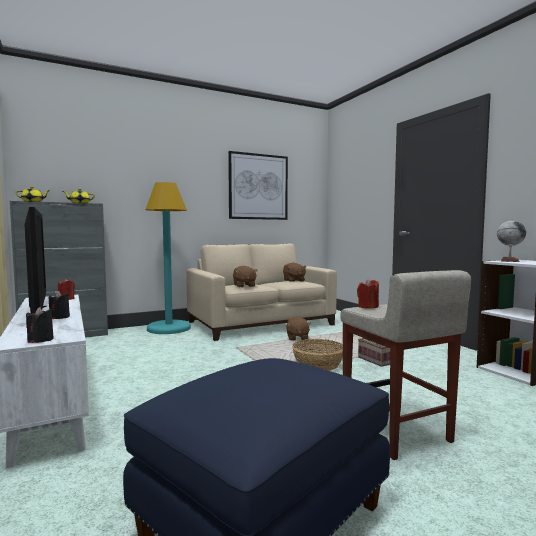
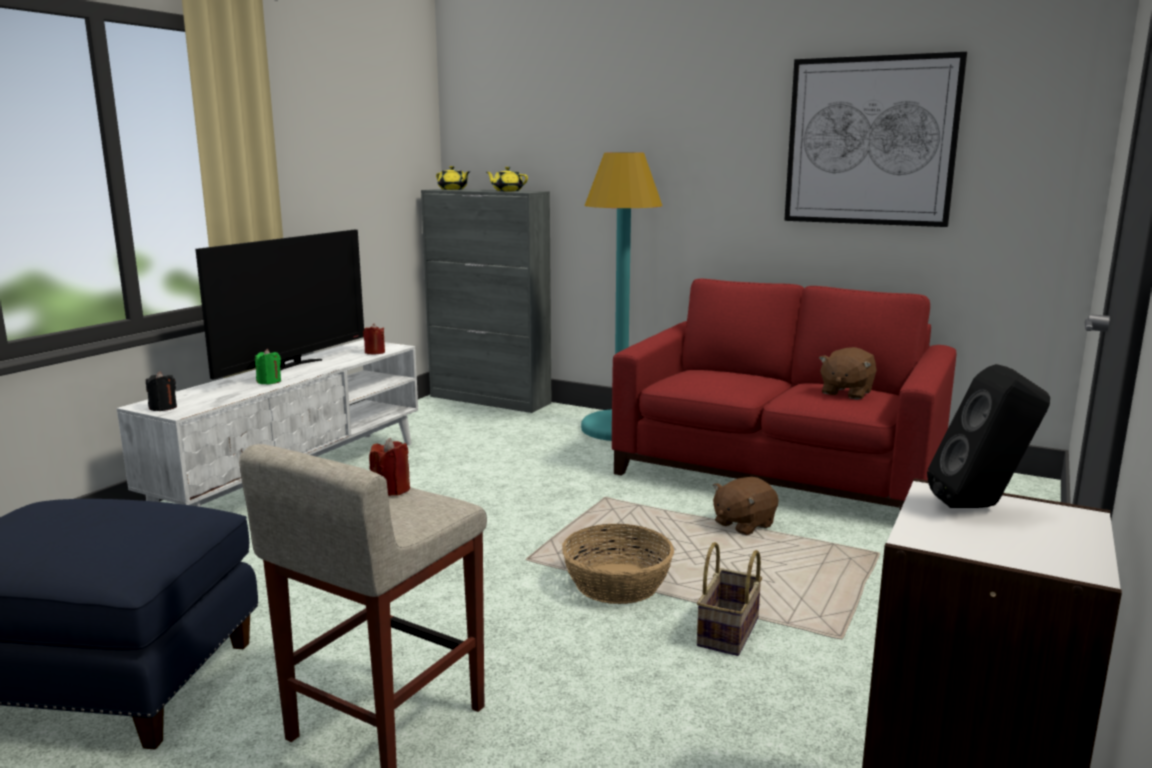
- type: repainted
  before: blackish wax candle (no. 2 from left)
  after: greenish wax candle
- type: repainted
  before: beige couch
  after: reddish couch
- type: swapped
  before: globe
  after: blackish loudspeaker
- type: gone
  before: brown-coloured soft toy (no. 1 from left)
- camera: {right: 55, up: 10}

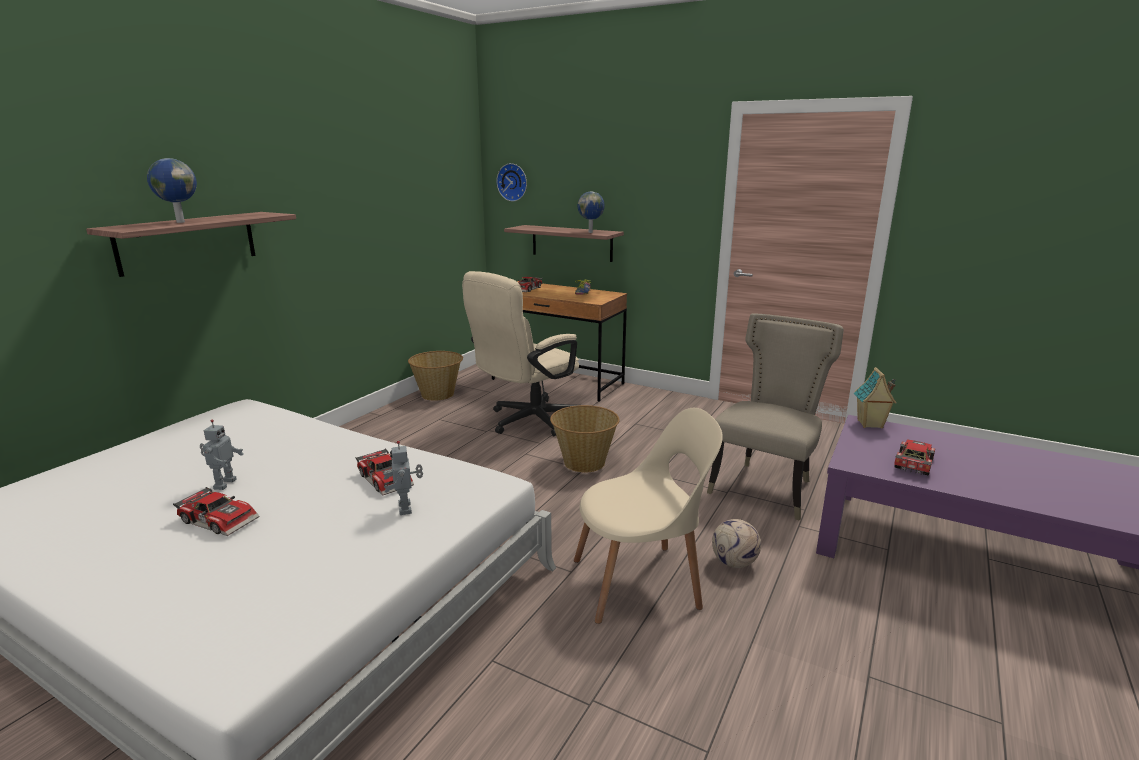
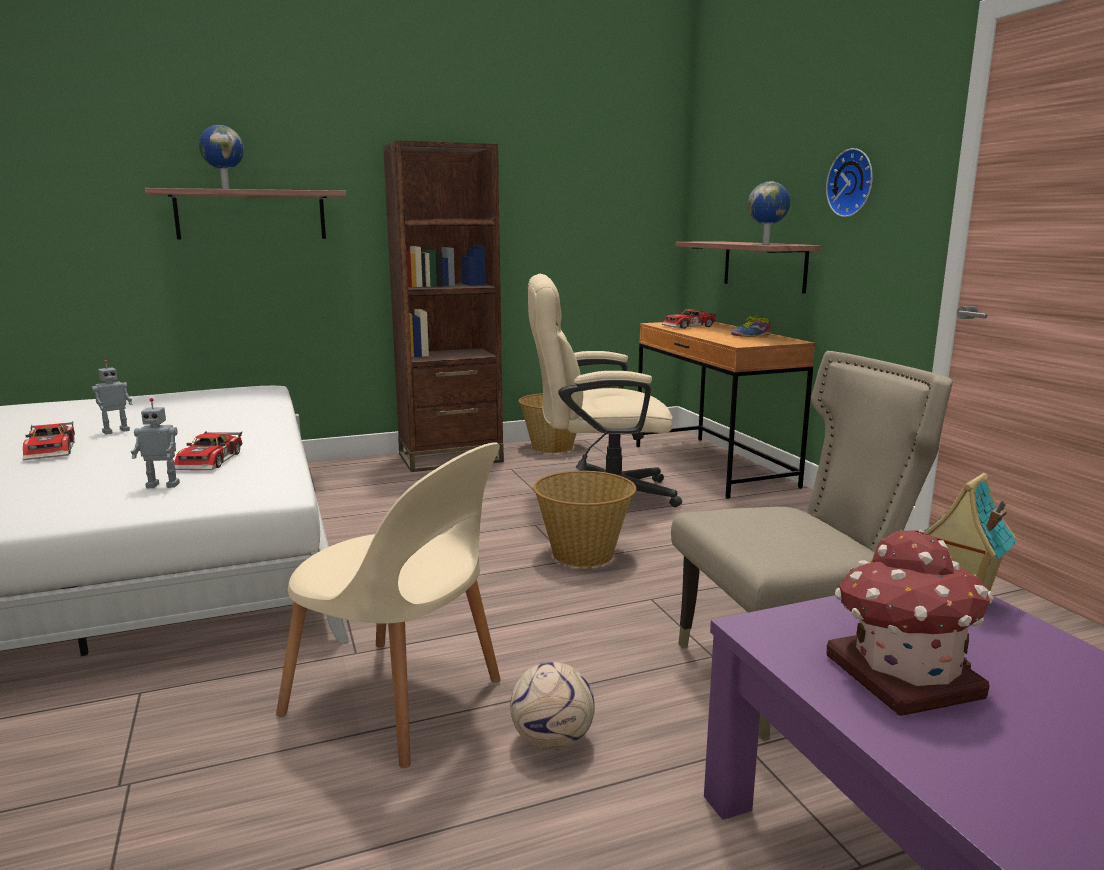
- type: rotated
  before: toy robot (no. 2 from left)
  turn: -120
- type: new
  after: brown-coloured bookcase
- type: shifted
  before: wall clock
- type: swapped
  before: model car (no. 4 from left)
  after: model house (no. 1 from left)
- camera: {right: 40, up: -5}

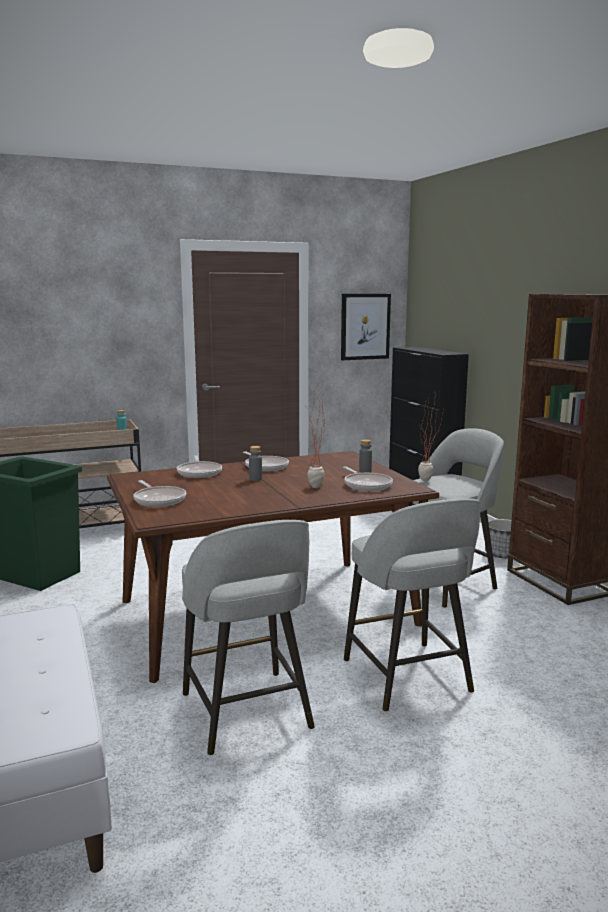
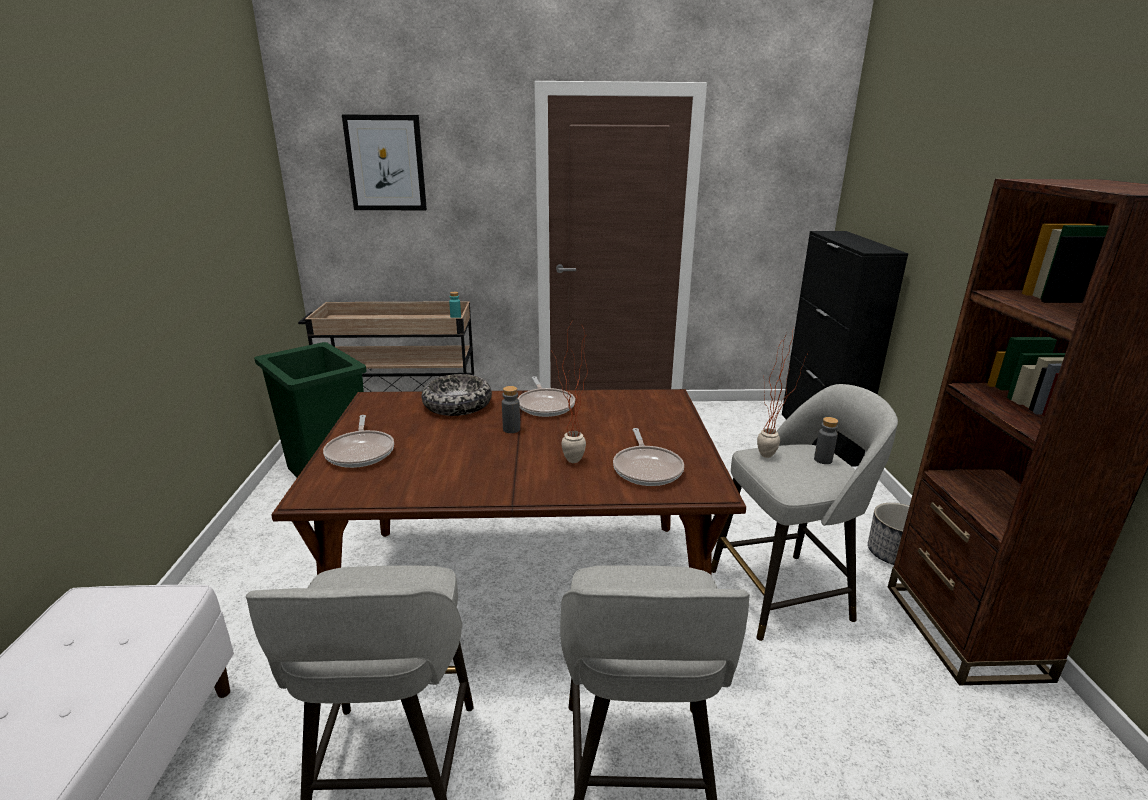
- type: shifted
  before: wall picture
- type: swapped
  before: frying pan (no. 2 from left)
  after: serving bowl
- type: shifted
  before: grey bottle (no. 2 from left)
- camera: {right: 20, up: 10}

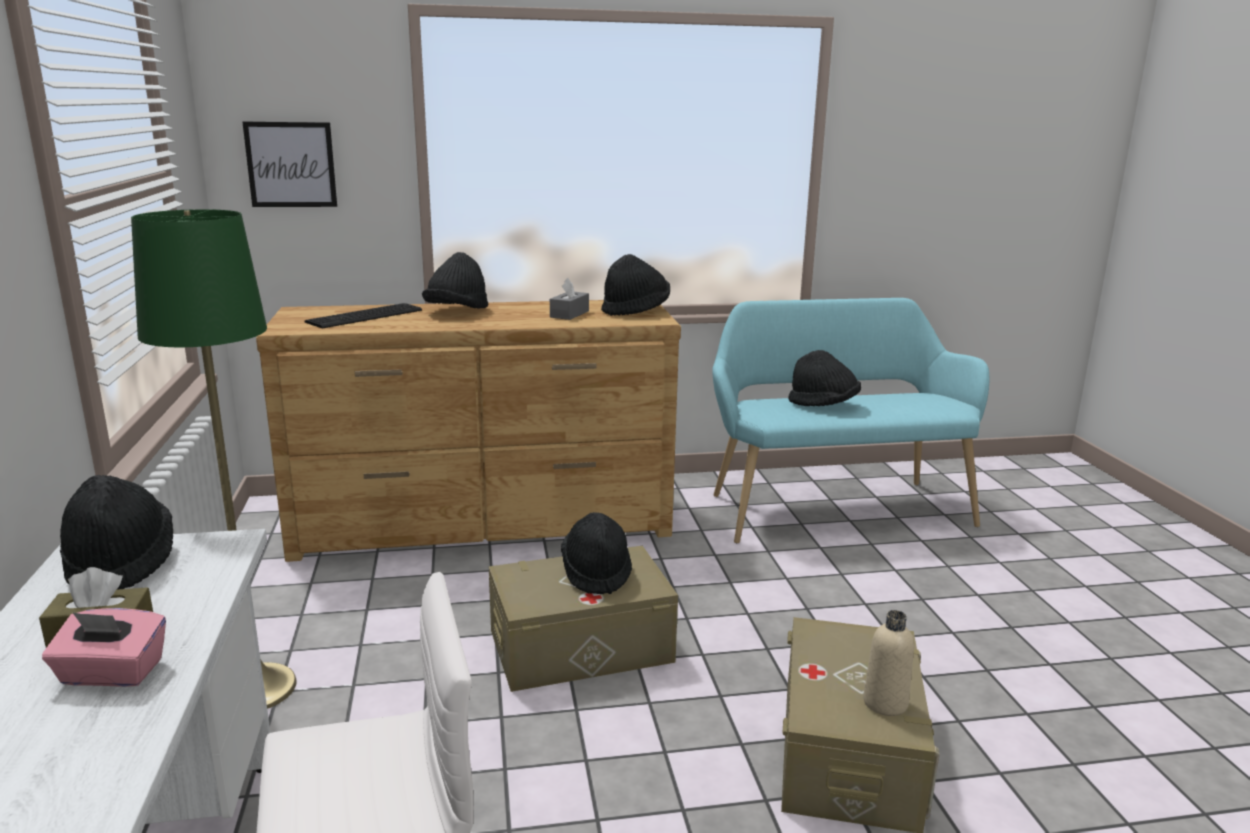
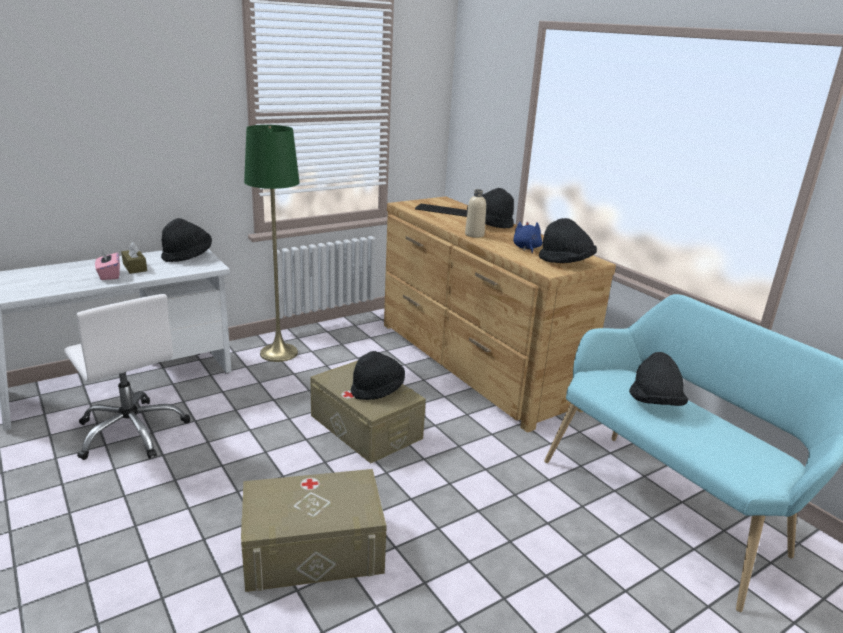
- type: shifted
  before: beige bottle
- type: swapped
  before: grey tissue box
  after: blue-coloured soft toy
- type: gone
  before: wall picture
- camera: {right: 65, up: 5}

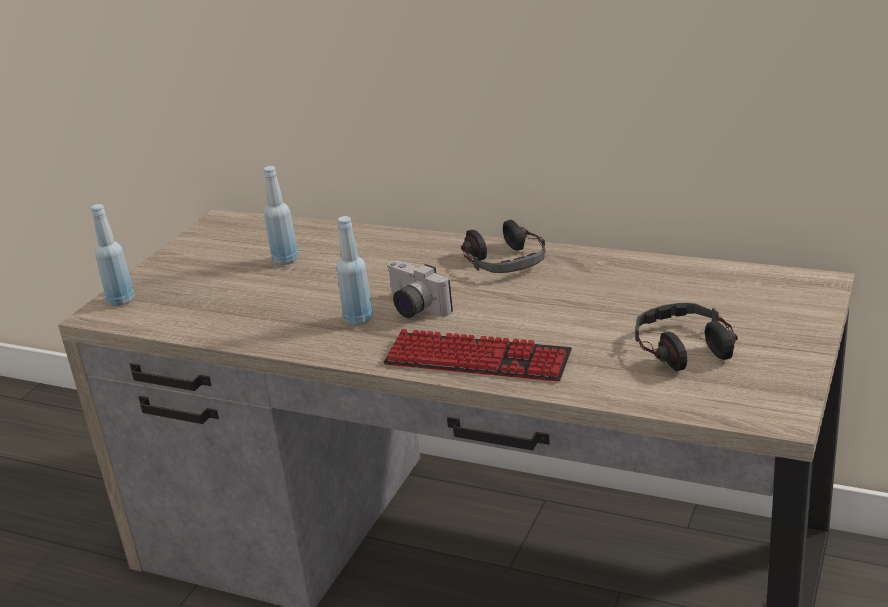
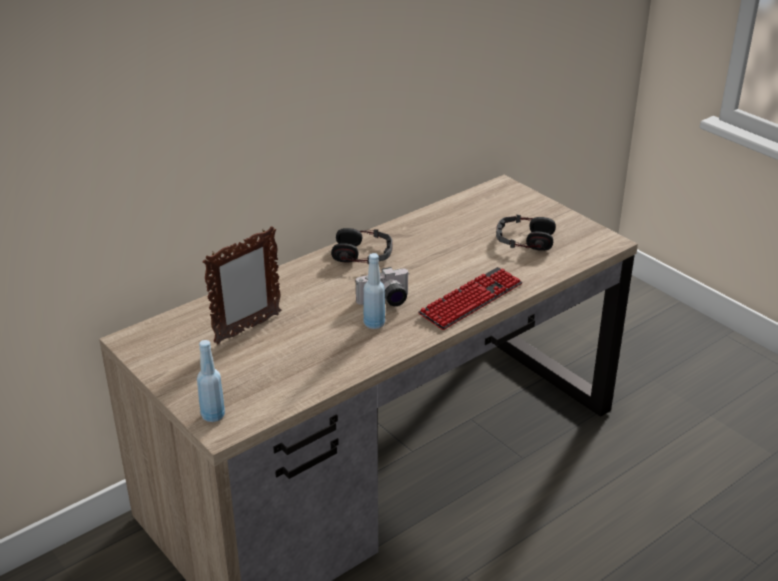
- type: swapped
  before: blue-coloured bottle (no. 2 from left)
  after: standing frame
- camera: {right: -65, up: 5}

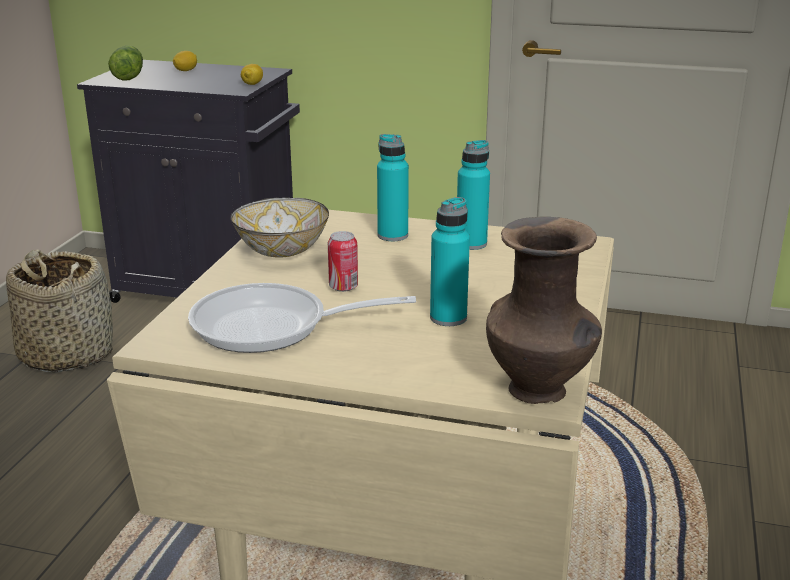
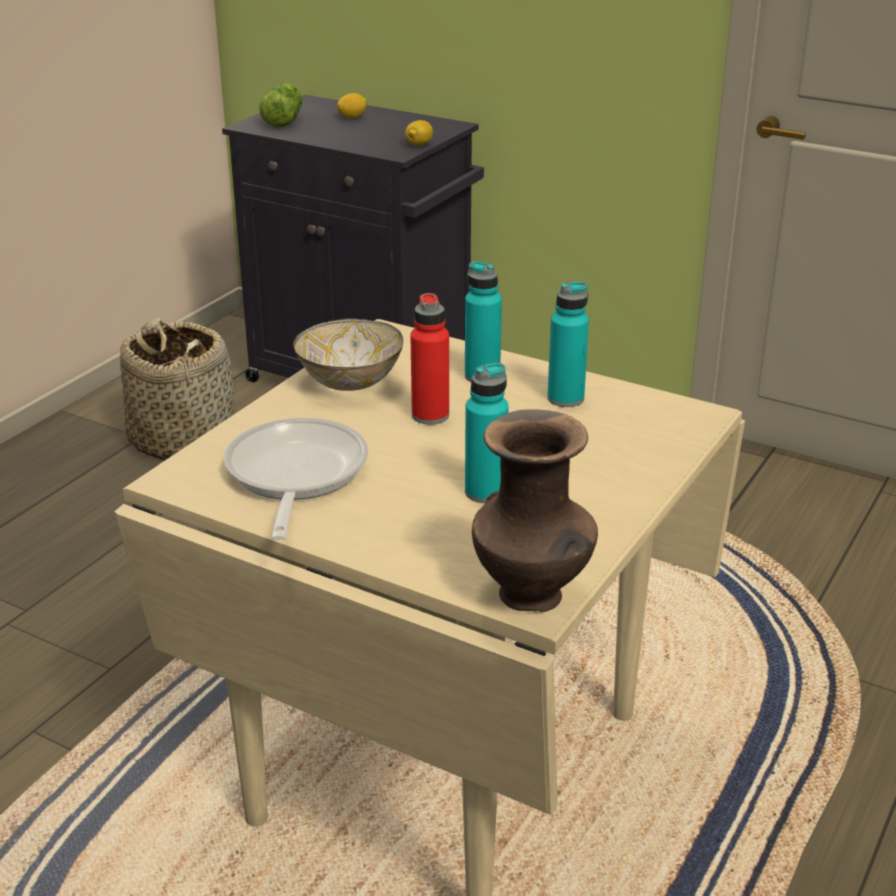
- type: rotated
  before: frying pan
  turn: 75
- type: new
  after: reddish bottle
- type: gone
  before: can
- camera: {right: 15, up: 5}

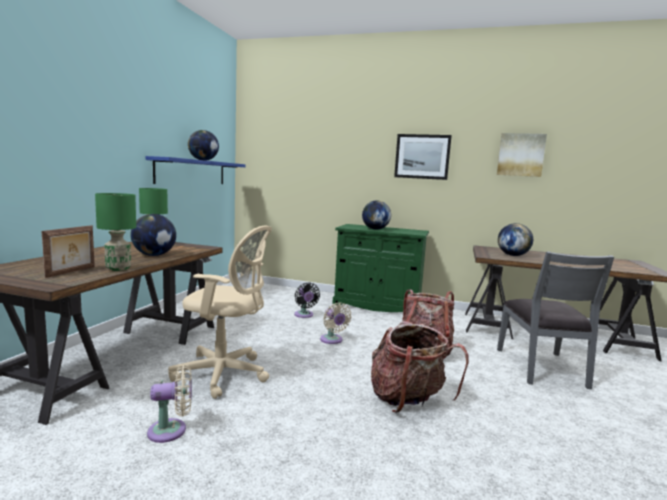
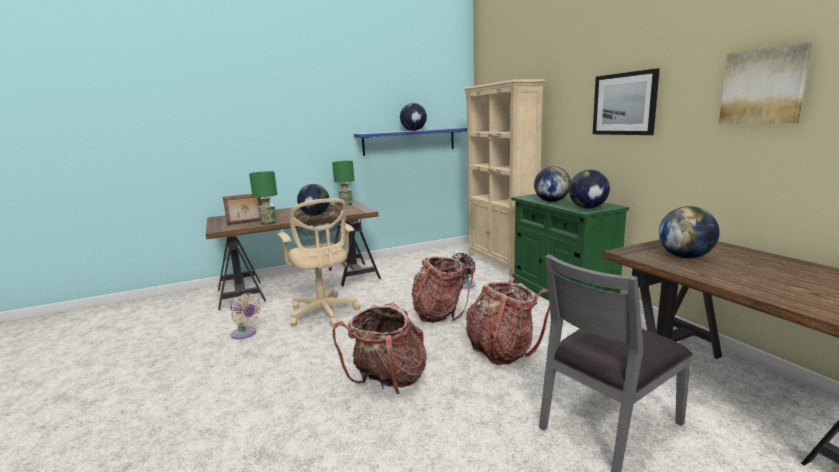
- type: swapped
  before: beige cooling fan (no. 2 from left)
  after: backpack (no. 2 from left)
- type: new
  after: beige bookcase
- type: new
  after: globe (no. 4 from left)
- camera: {right: 50, up: 5}

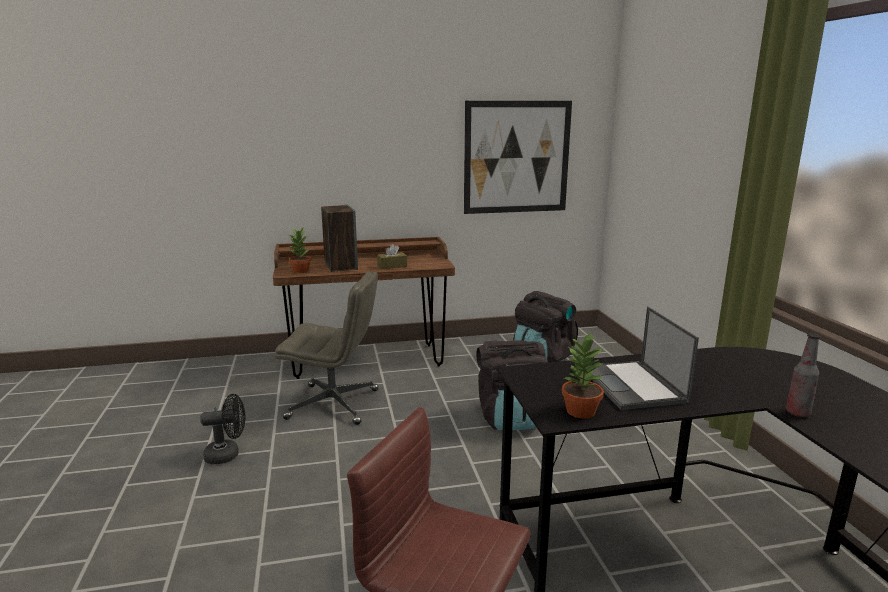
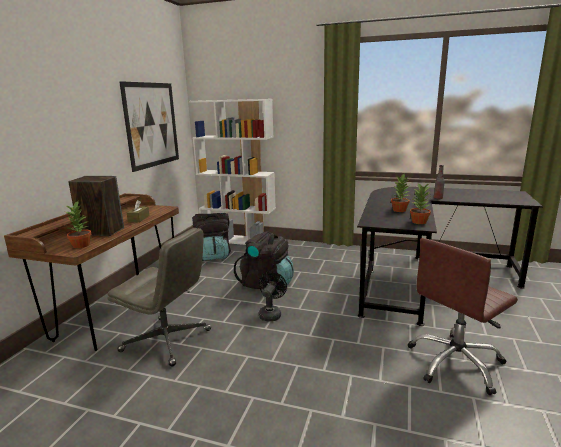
- type: rotated
  before: grey office chair
  turn: 75
- type: new
  after: white-coloured bookcase
- type: shifted
  before: blackish cooling fan
- type: swapped
  before: portable computer
  after: potted plant (no. 2 from left)
- camera: {right: -60, up: 0}

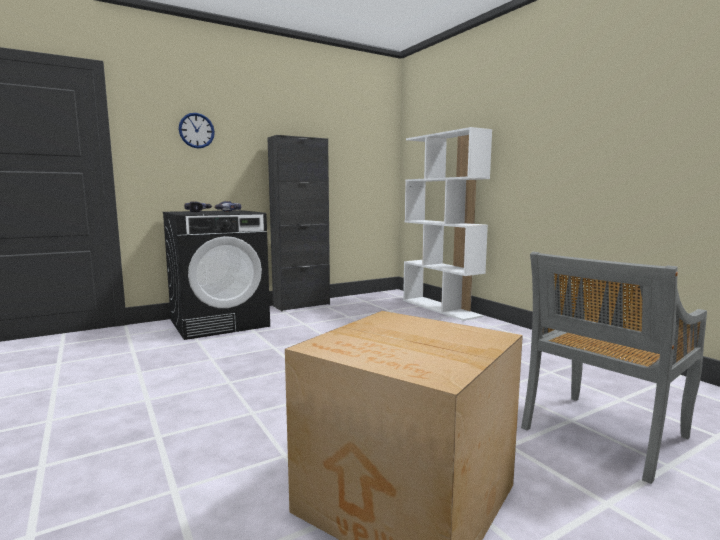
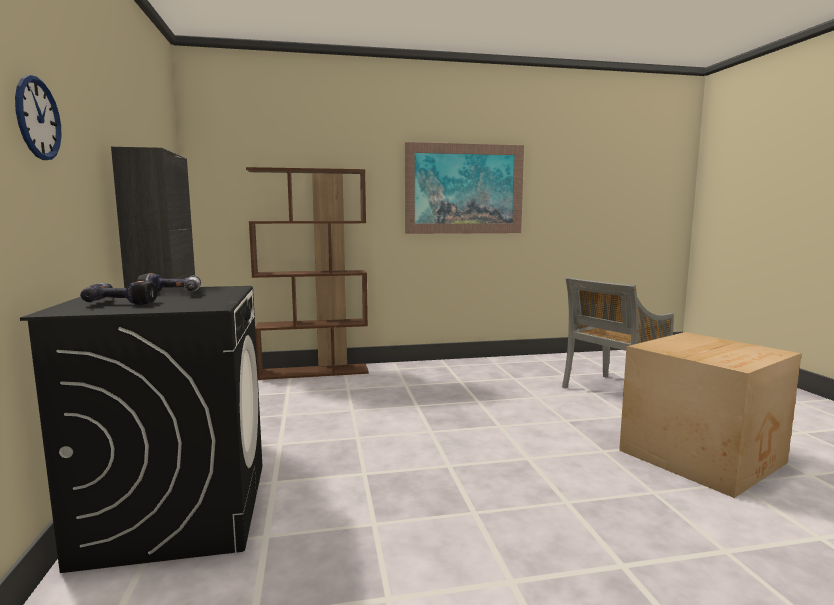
- type: repainted
  before: white-coloured bookcase
  after: brown-coloured bookcase
- type: new
  after: wall picture
- type: rotated
  before: grey chair
  turn: 75
- camera: {right: -70, up: 0}

